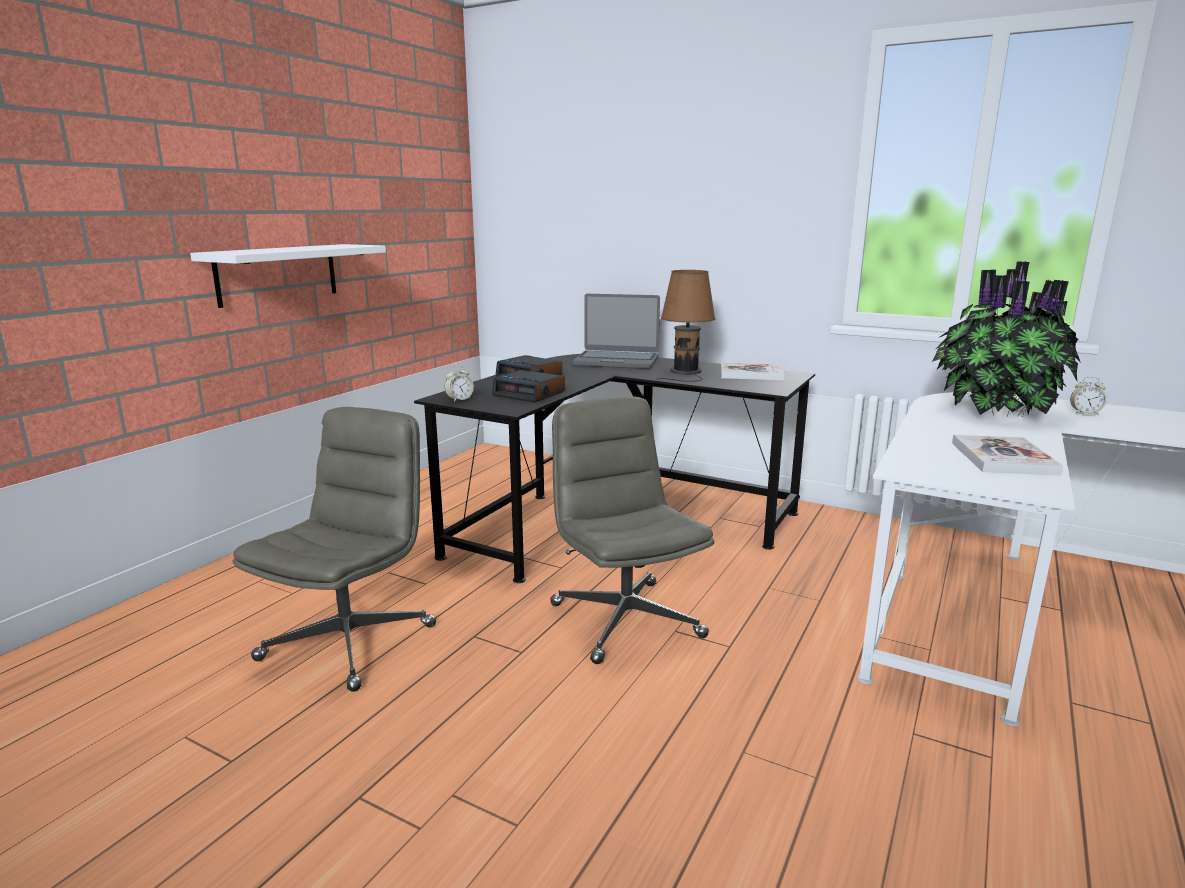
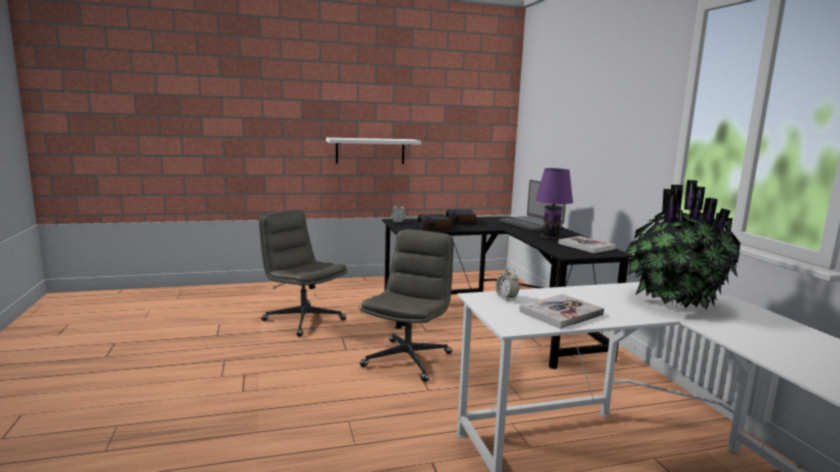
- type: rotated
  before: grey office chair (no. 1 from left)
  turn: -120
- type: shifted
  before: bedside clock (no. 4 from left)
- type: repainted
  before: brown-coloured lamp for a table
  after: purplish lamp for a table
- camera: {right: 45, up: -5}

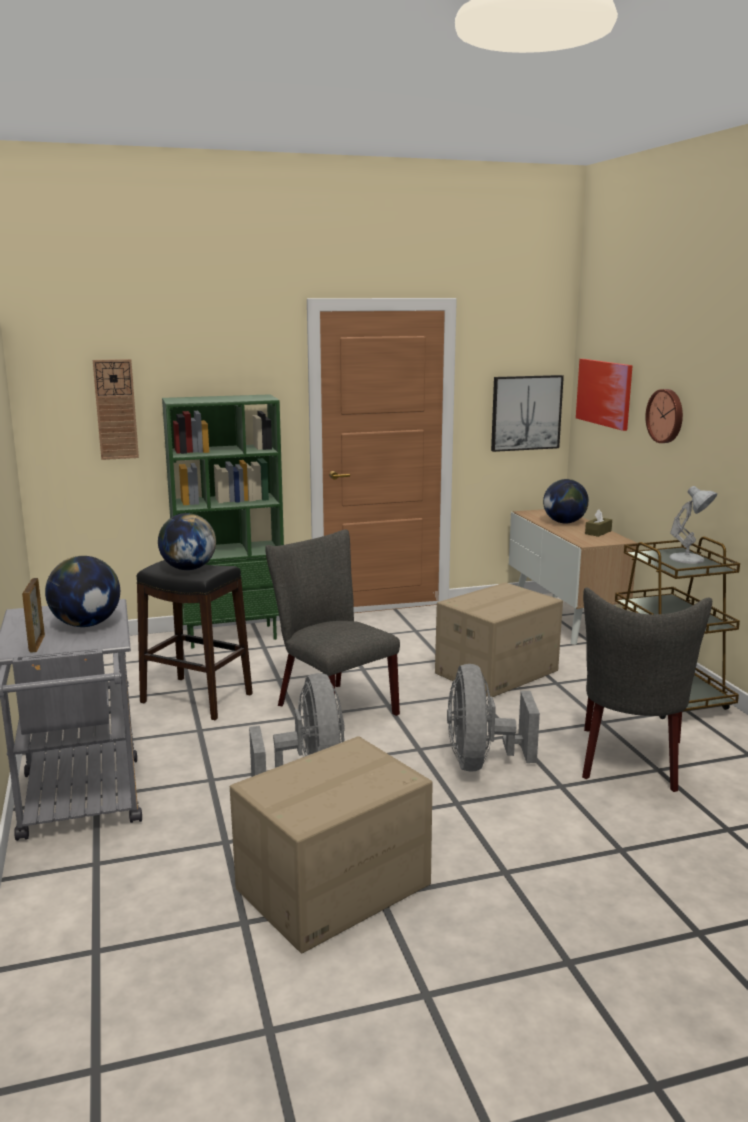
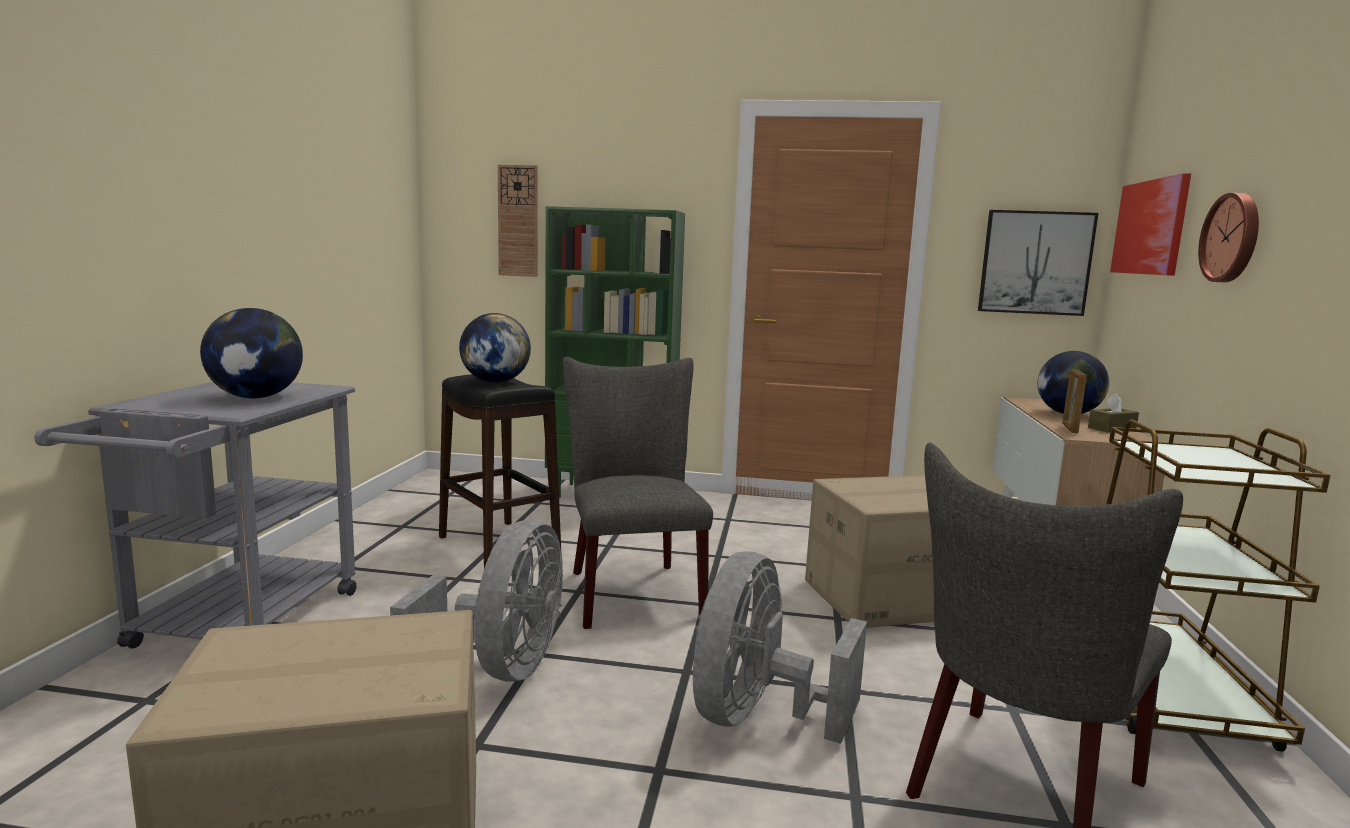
- type: shifted
  before: standing frame
- type: gone
  before: white-coloured lamp for a table
- camera: {right: 25, up: -5}

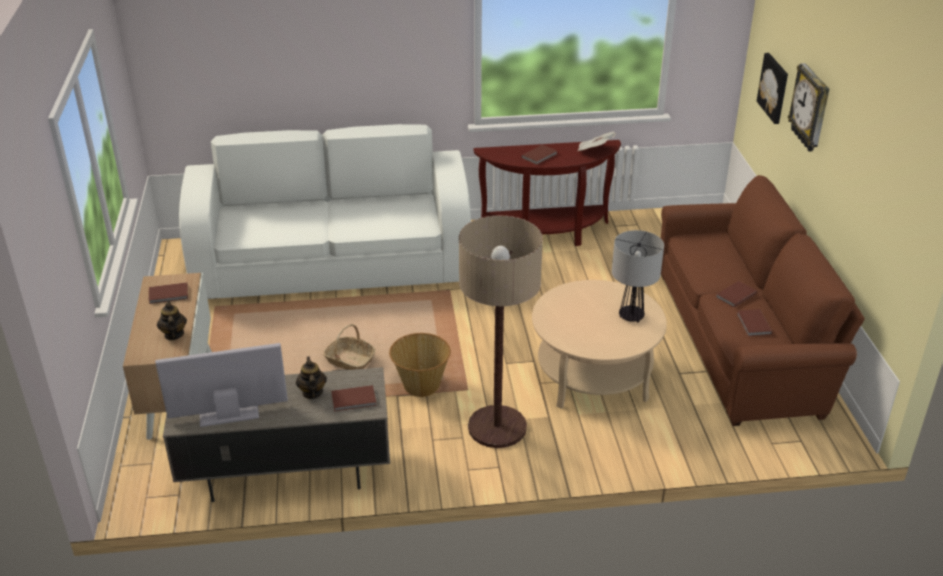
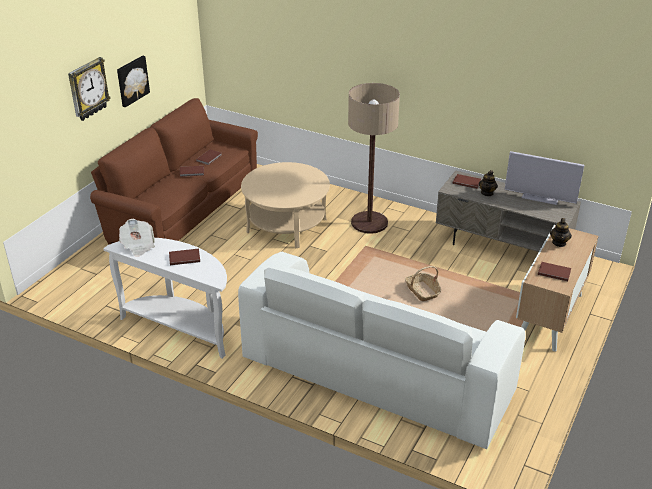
- type: repainted
  before: brown-coloured console table
  after: white-coloured console table
- type: shifted
  before: wall picture
- type: gone
  before: basket (no. 2 from left)
- type: gone
  before: lamp for a table
- camera: {right: -145, up: 0}

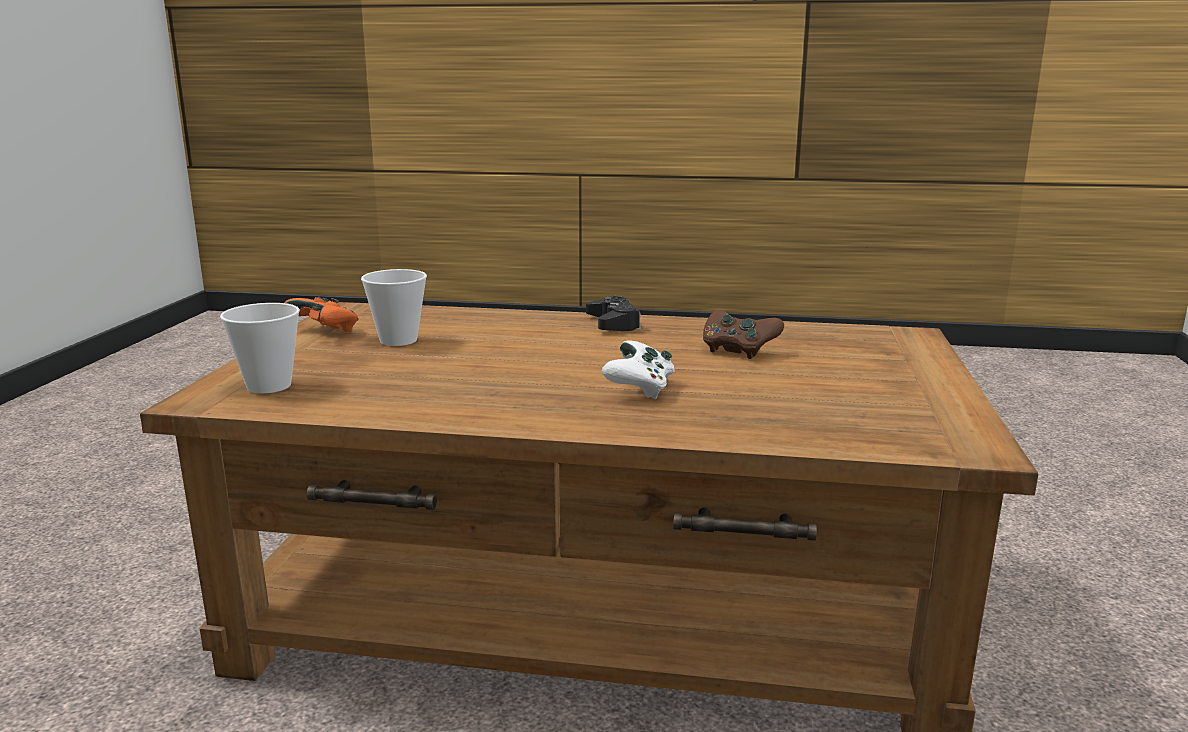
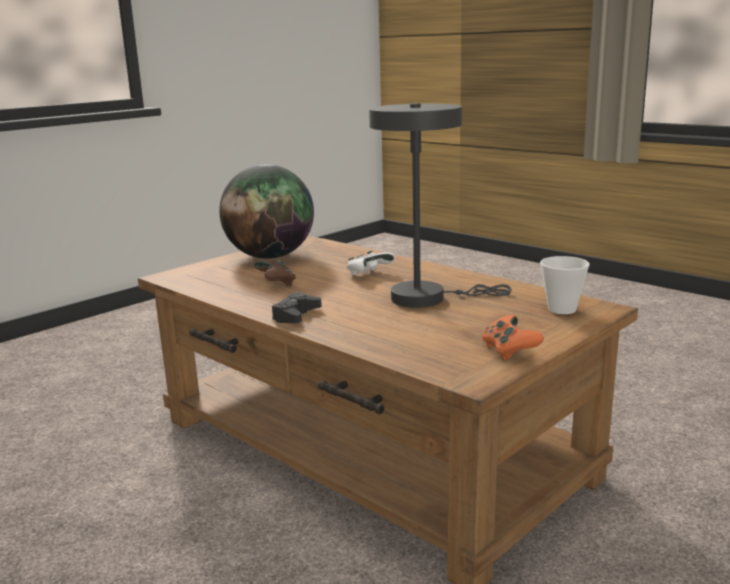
- type: new
  after: globe
- type: new
  after: grey lamp for a table
- type: gone
  before: cup (no. 2 from left)
- camera: {right: -145, up: 0}

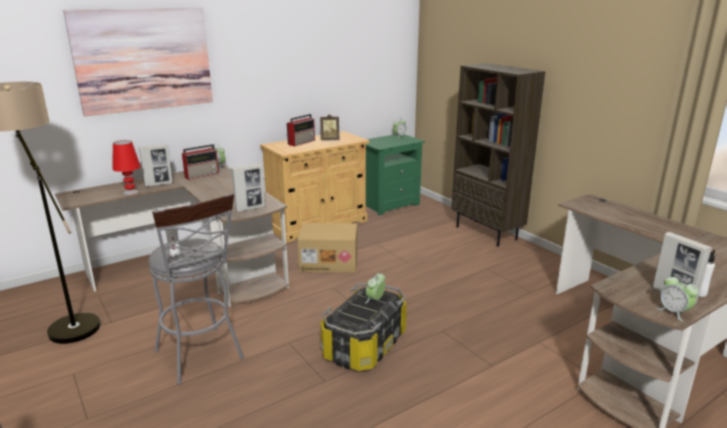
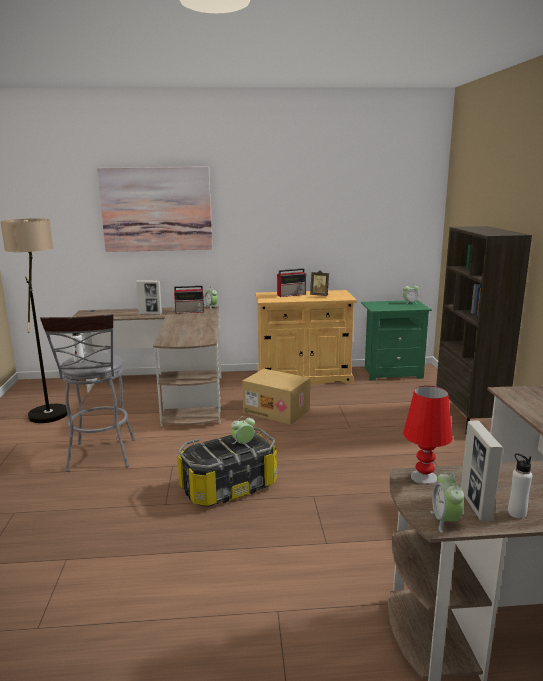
- type: shifted
  before: reddish lamp for a table
- type: gone
  before: standing frame (no. 2 from left)
- camera: {right: 30, up: -5}

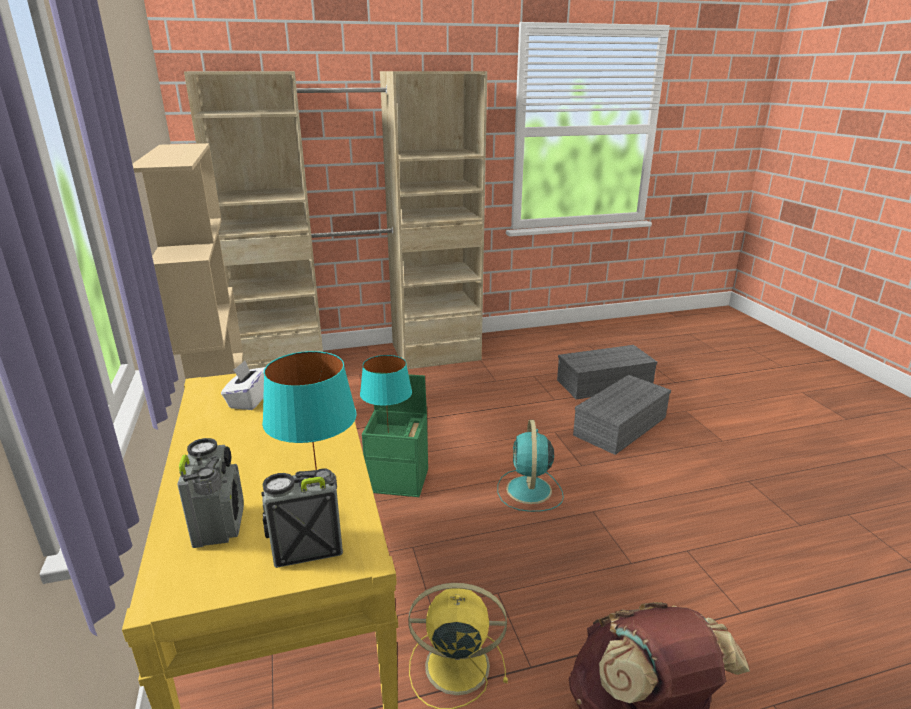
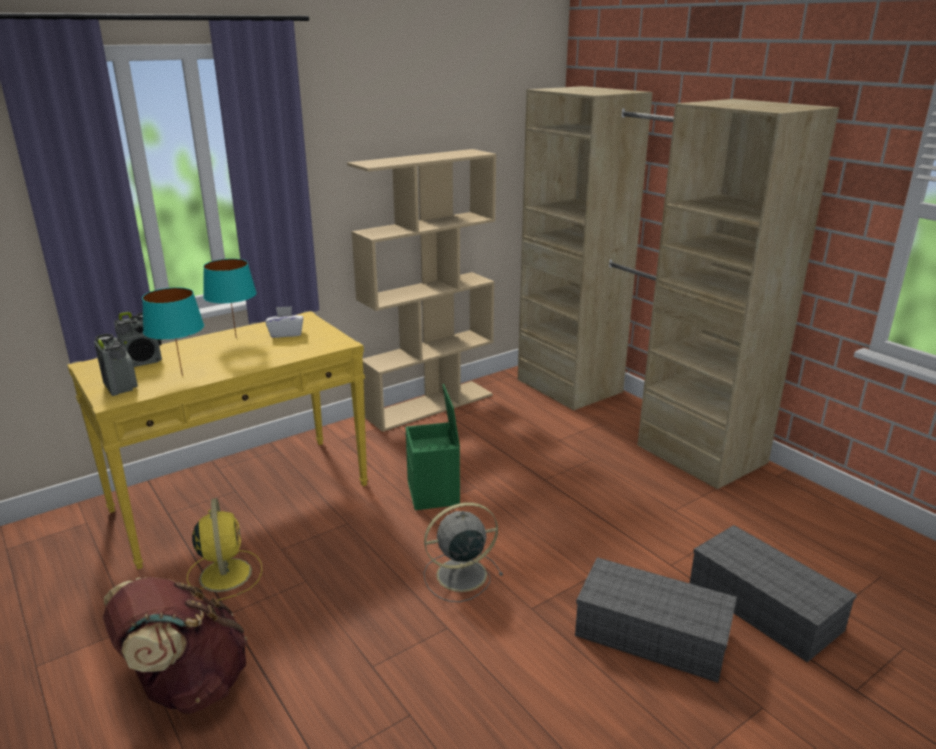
- type: shifted
  before: blue-green lamp for a table (no. 2 from left)
- type: repainted
  before: blue-green cooling fan
  after: grey cooling fan
- camera: {right: 70, up: 0}

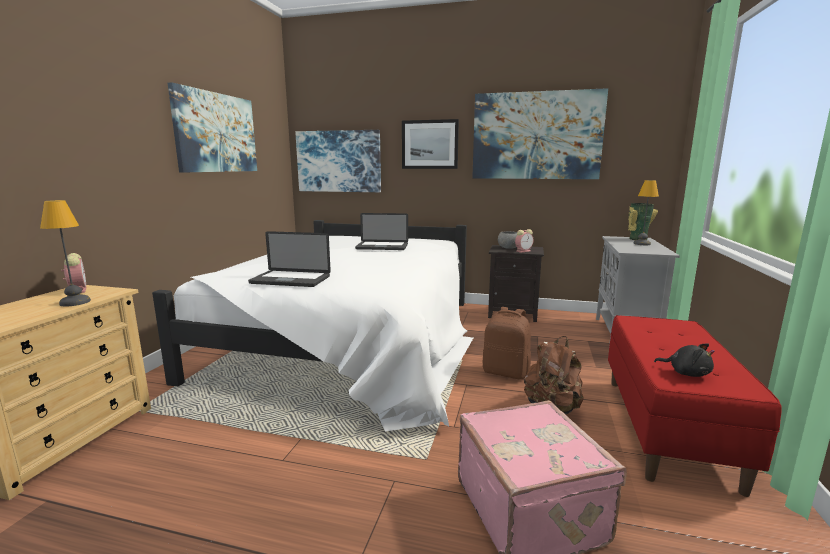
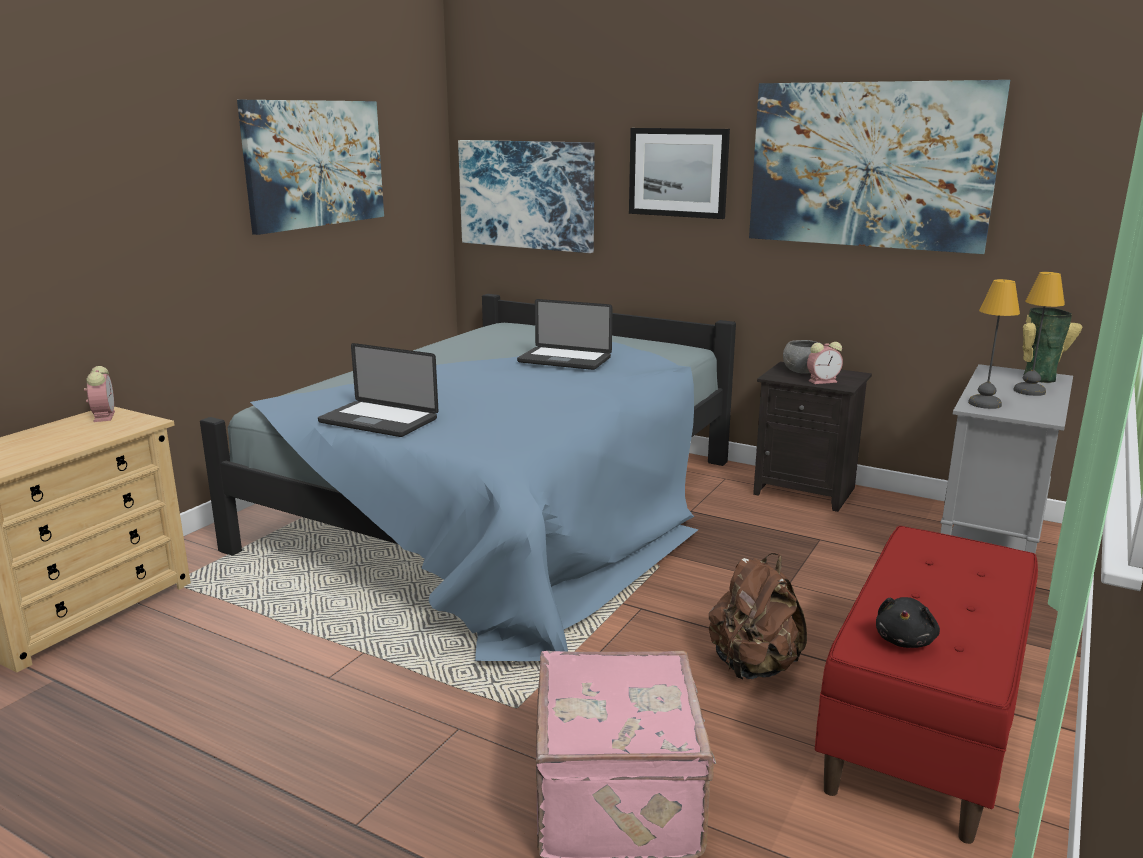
- type: repainted
  before: white-coloured bed
  after: blue-coloured bed
- type: rotated
  before: blackish soft toy
  turn: 60
- type: shifted
  before: lamp for a table (no. 1 from left)
- type: gone
  before: brown-coloured backpack (no. 1 from left)
- camera: {right: 15, up: 5}

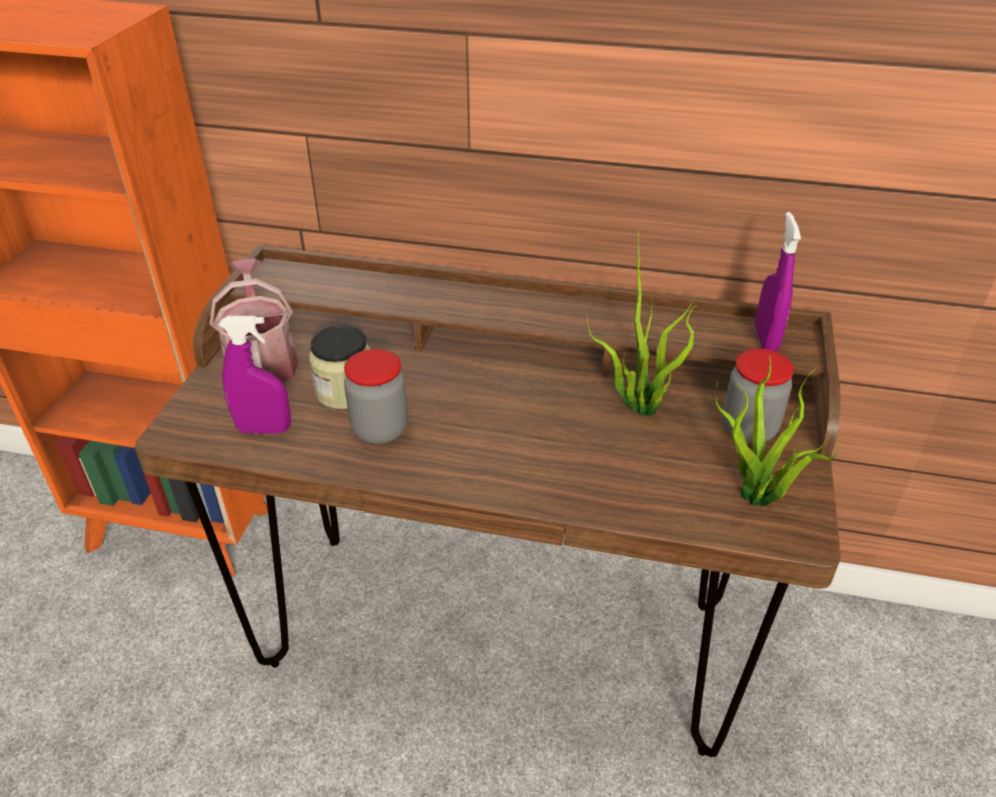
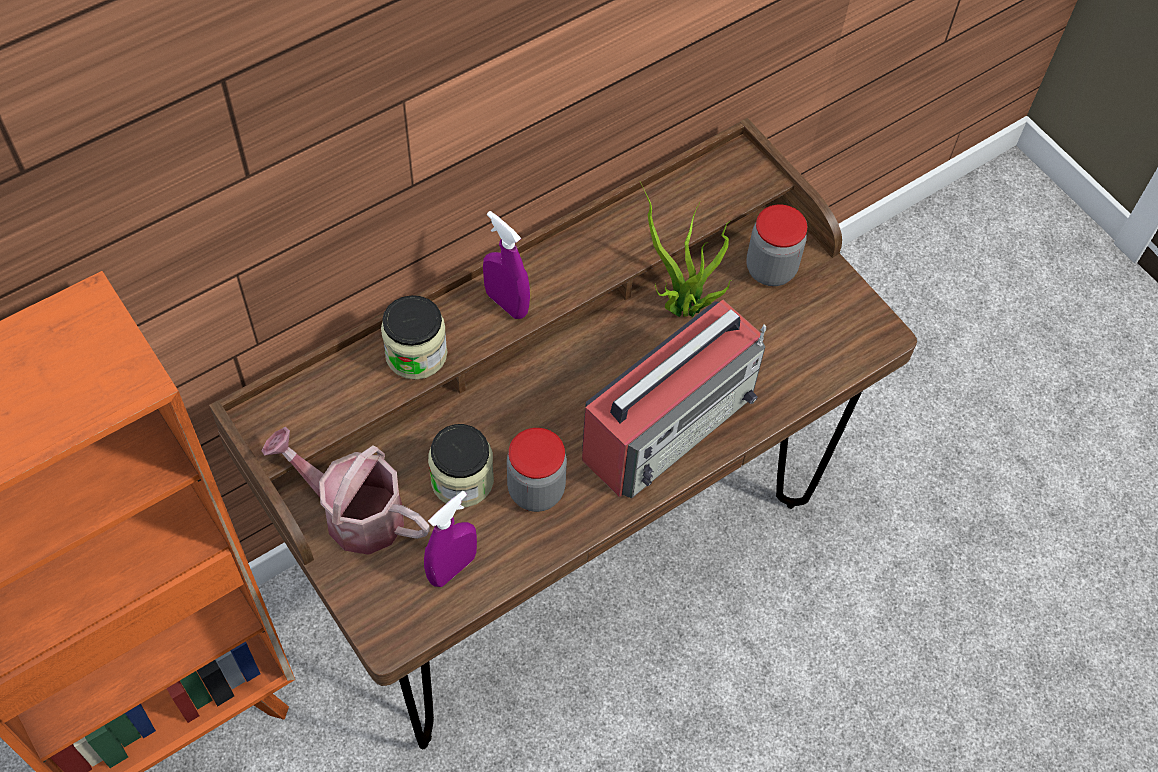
- type: new
  after: preserve jar (no. 1 from left)
- type: shifted
  before: purplish spray bottle (no. 2 from left)
- type: new
  after: radio set
- type: gone
  before: potted plant (no. 2 from left)
- camera: {right: -50, up: 20}

